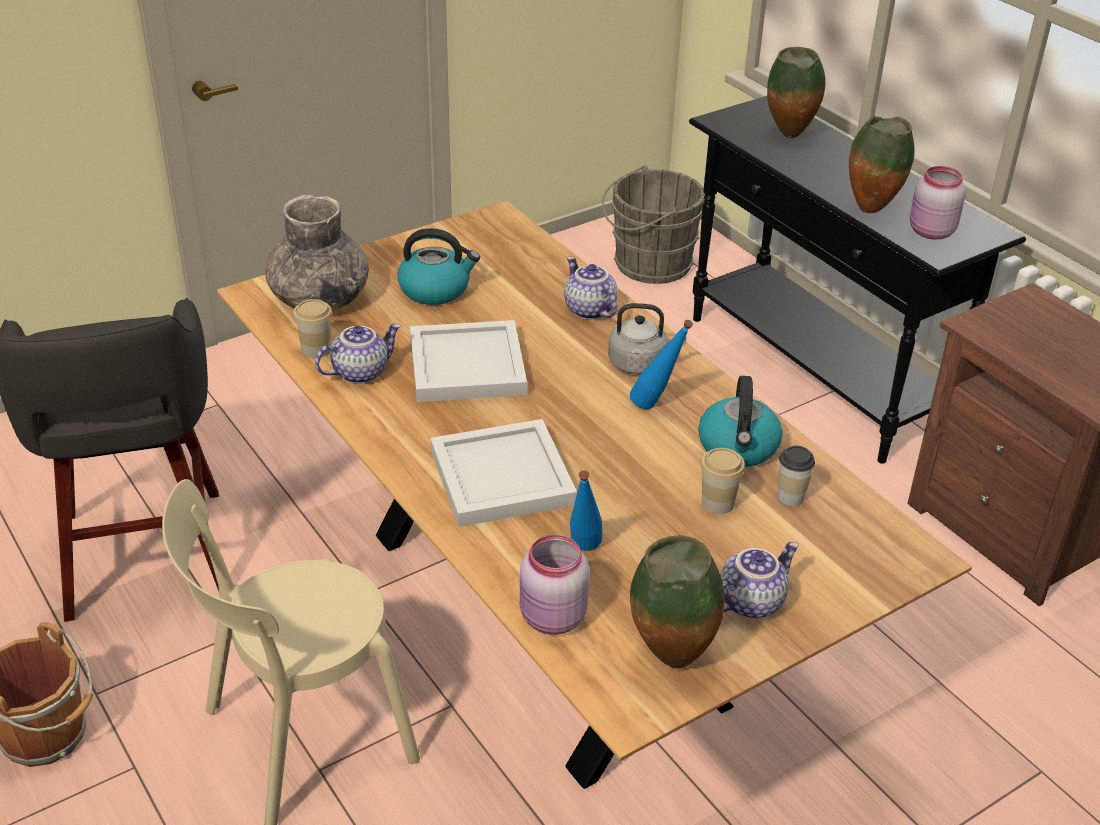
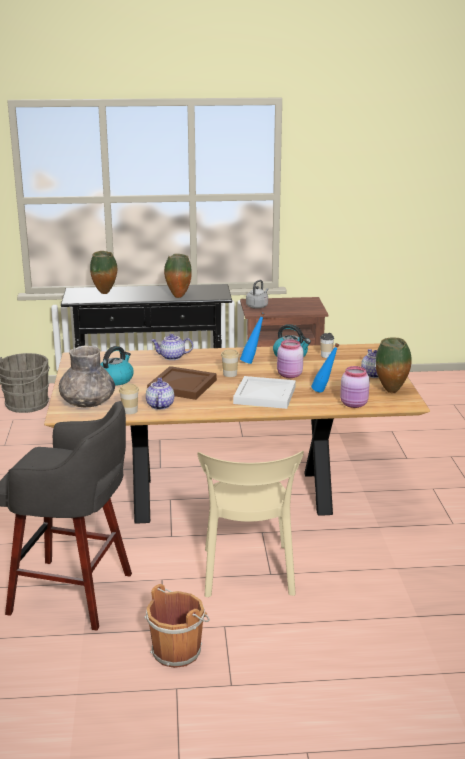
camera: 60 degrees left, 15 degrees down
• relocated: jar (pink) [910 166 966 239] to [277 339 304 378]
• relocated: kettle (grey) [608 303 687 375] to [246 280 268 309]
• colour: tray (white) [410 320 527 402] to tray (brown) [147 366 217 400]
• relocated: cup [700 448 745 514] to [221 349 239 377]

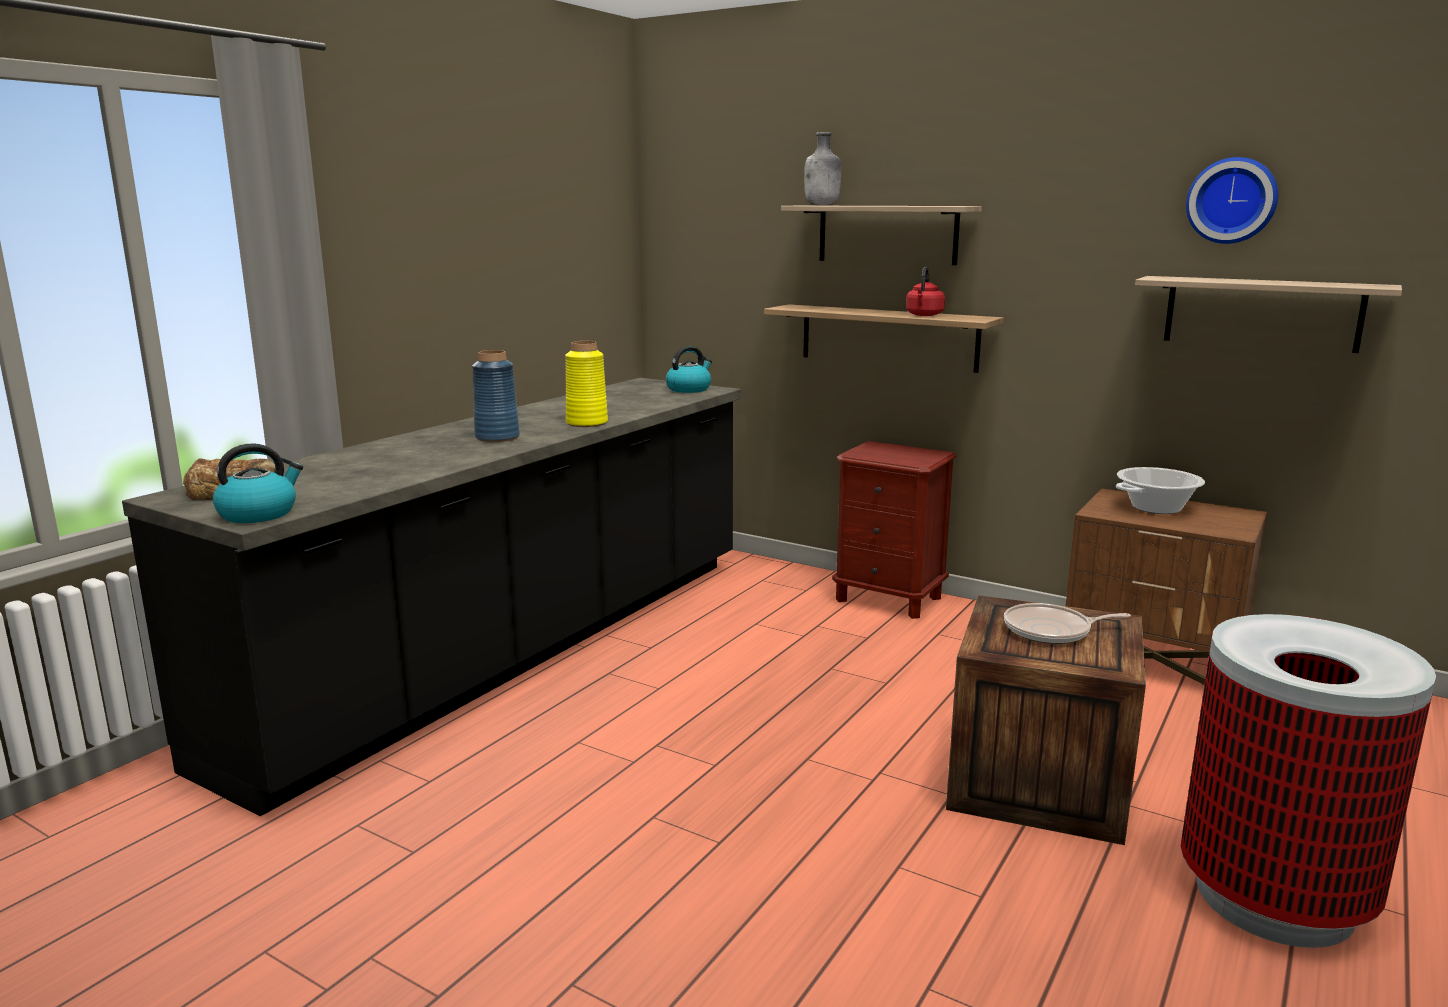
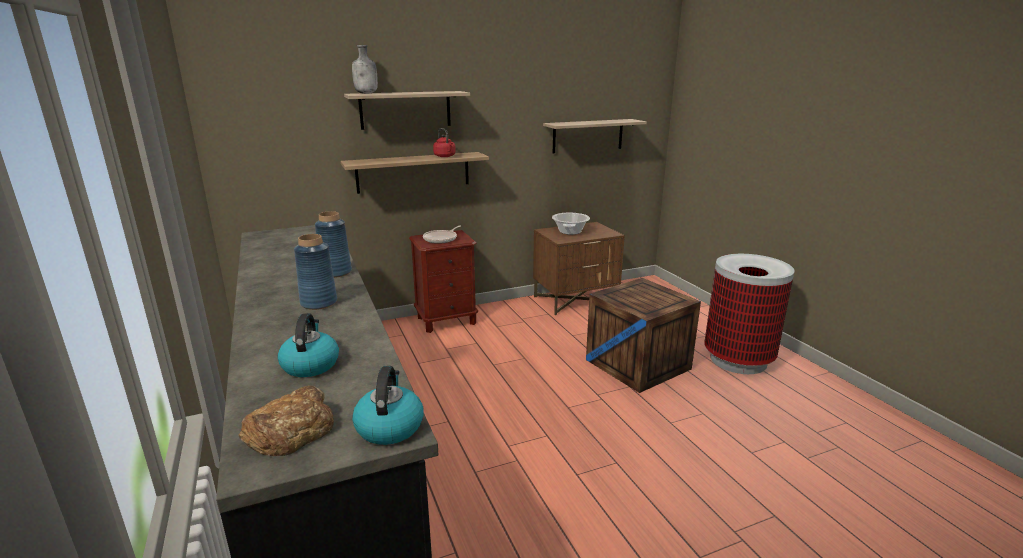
camera: 55 degrees left, 5 degrees up
• missing: wall clock [1186 157 1278 244]
• colour: vase (yellow) [565 341 608 427] to vase (blue) [315 211 352 278]
• relocated: kettle [666 346 712 393] to [278 313 339 377]
• relocated: frying pan [1004 603 1131 644] to [423 225 461 244]

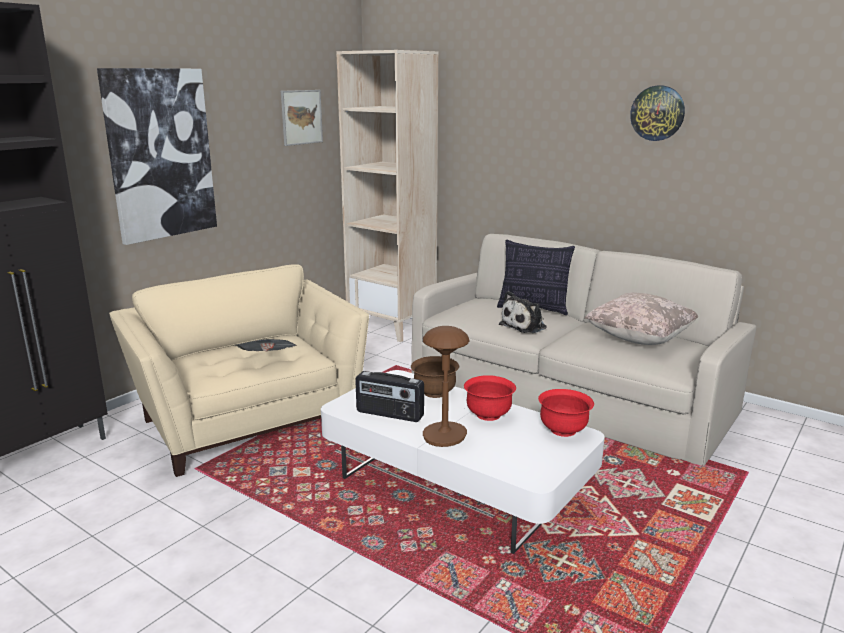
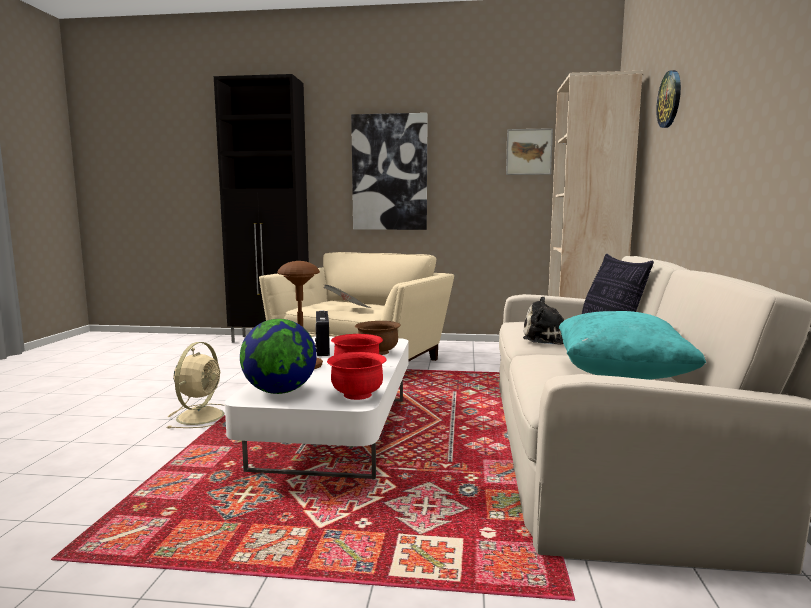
camera: 60 degrees right, 10 degrees down
• relocated: wall clock [630 85 685 141] to [656 70 681 128]
• colour: pillow (beige) [585 293 698 345] to pillow (turquoise) [559 311 706 380]
• appeared: globe [240 319 317 394]
• appeared: fan (beige) [167 342 225 429]

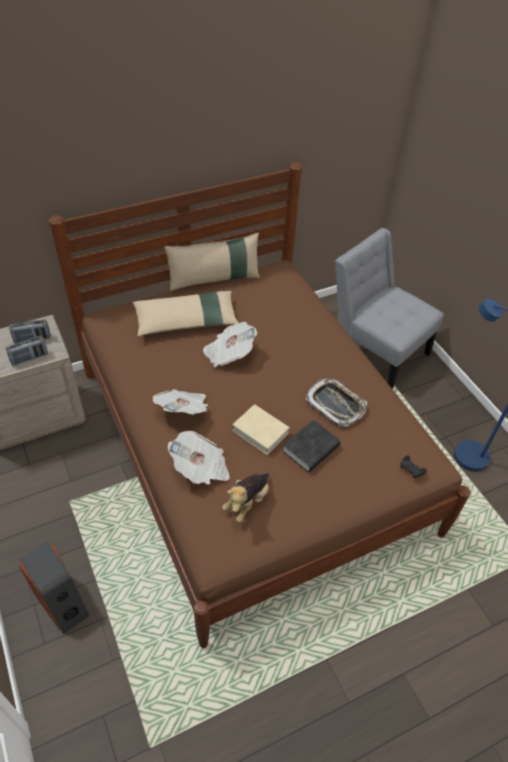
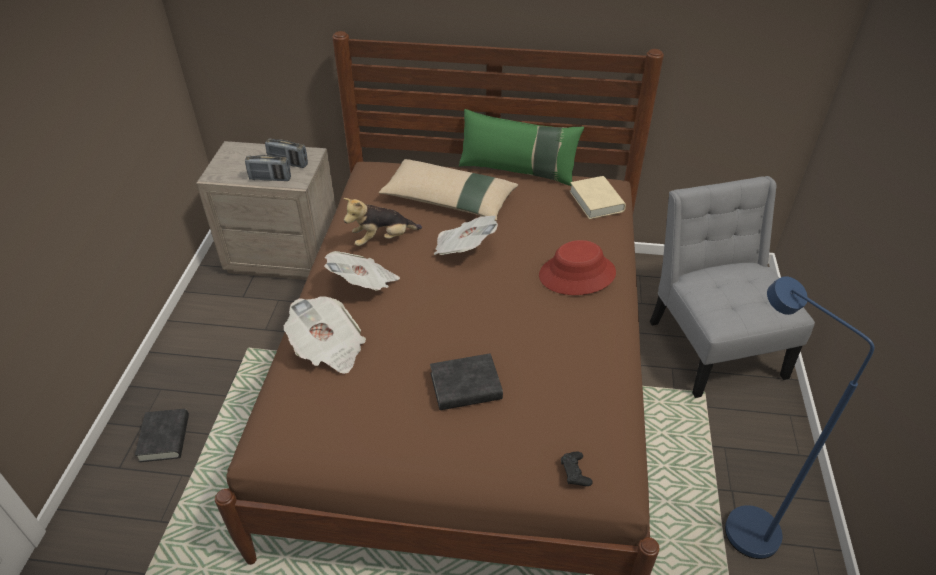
camera: 35 degrees right, 5 degrees down
• colour: pillow (beige) [164 232 260 292] to pillow (green) [459 109 584 186]
• missing: tray [305 378 367 427]
• relocated: book (beige) [232 404 290 455] to [570 176 626 219]
• relocated: plush toy [222 471 269 523] to [344 198 422 246]
• exchanged: speaker [19 541 90 634] to book (black) [135 409 189 462]
• appeared: hat (red) [539 240 616 295]

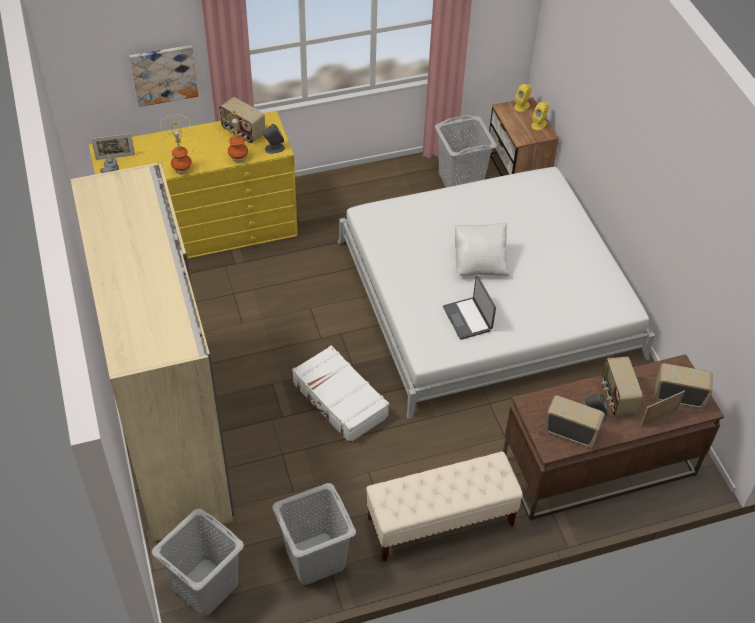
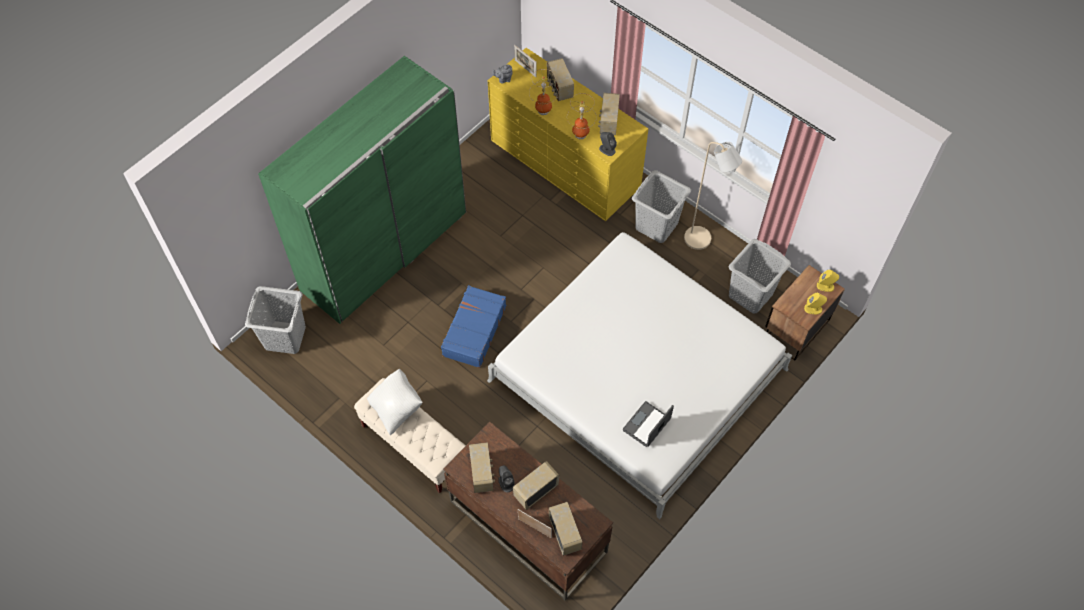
camera: 60 degrees right, 10 degrees up
• missing: picture [129 45 198 107]
• colour: wardrobe (beige) [70 162 234 542] to wardrobe (green) [258 56 466 324]
• relocated: pillow (white) [455 223 509 276] to [367 369 423 435]
• relocated: laptop [443 275 496 340] to [623 401 674 447]
• colour: suitcase (white) [292 345 389 443] to suitcase (blue) [441 285 506 368]
• relocated: laundry basket (grey) [272 483 356 585] to [632 170 691 243]
• appeared: radio [547 58 574 101]
• appeared: floor lamp (beige) [684 142 742 250]

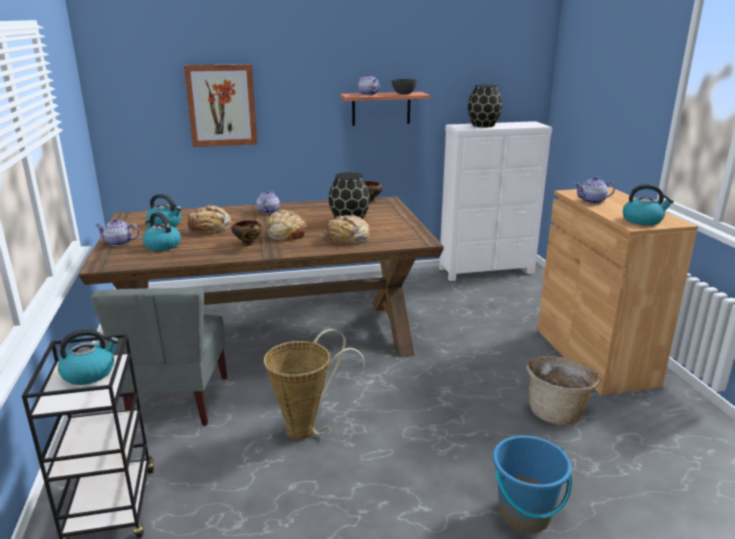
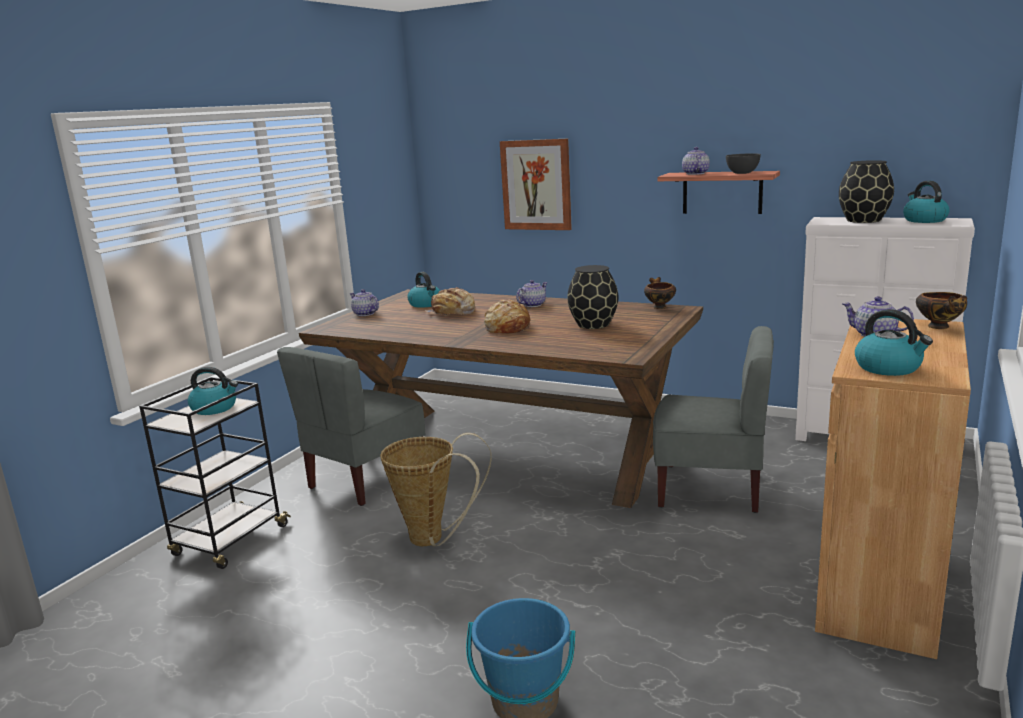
camera: 40 degrees right, 5 degrees down
• relocated: kettle [143 212 181 251] to [903 181 950 223]
• missing: bread [321 215 370 244]
• relocated: bowl [231 220 262 246] to [916 292 967 329]
• missing: basket [526 356 600 425]
• appeared: chair (grey) [653 326 774 513]

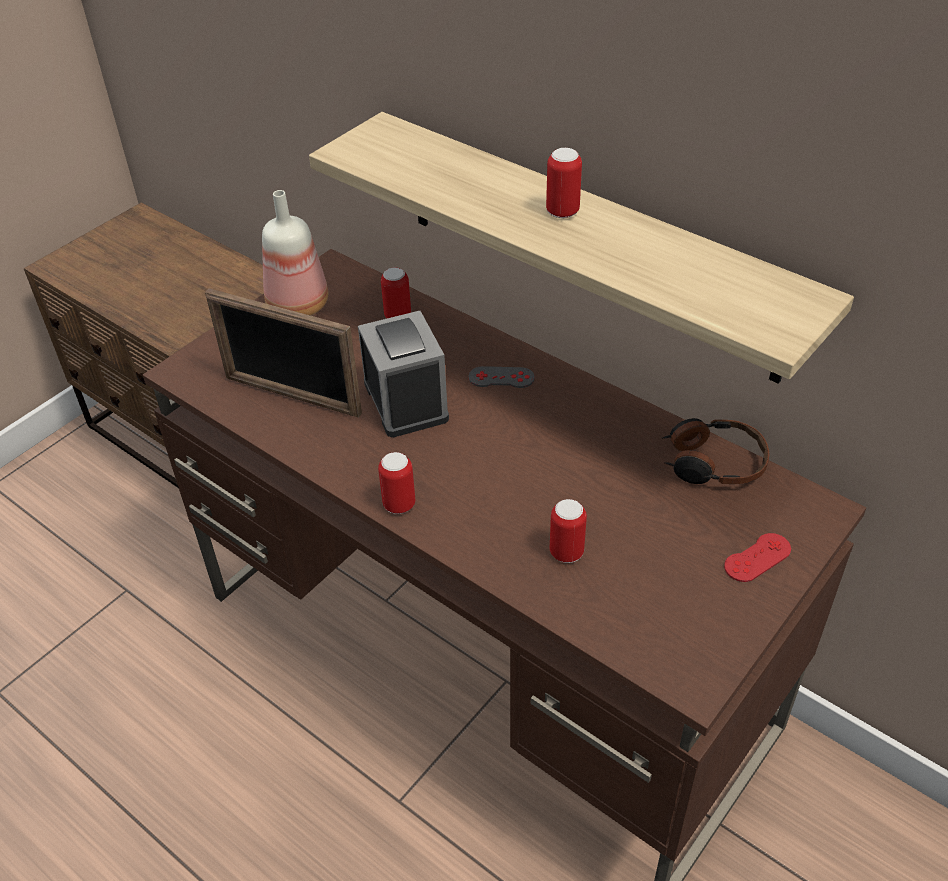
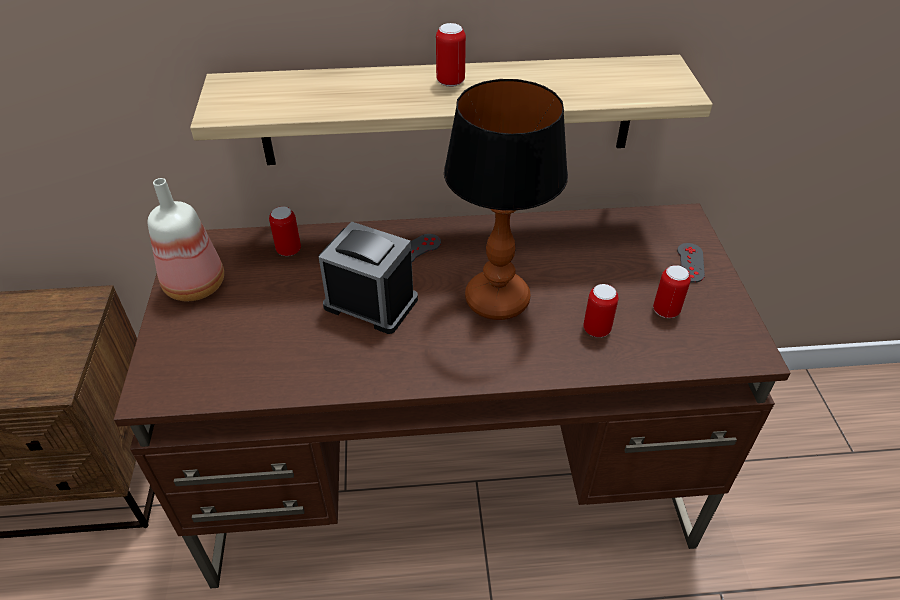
camera: 45 degrees left, 0 degrees up
• missing: picture frame [205 288 362 417]
• missing: headphones [662 418 769 484]
• relocated: can [378 452 415 514] to [653 265 691 318]
• colour: game controller (red) [724 533 791 582] to game controller (grey) [677 243 705 283]
• appeared: table lamp [444 79 568 320]

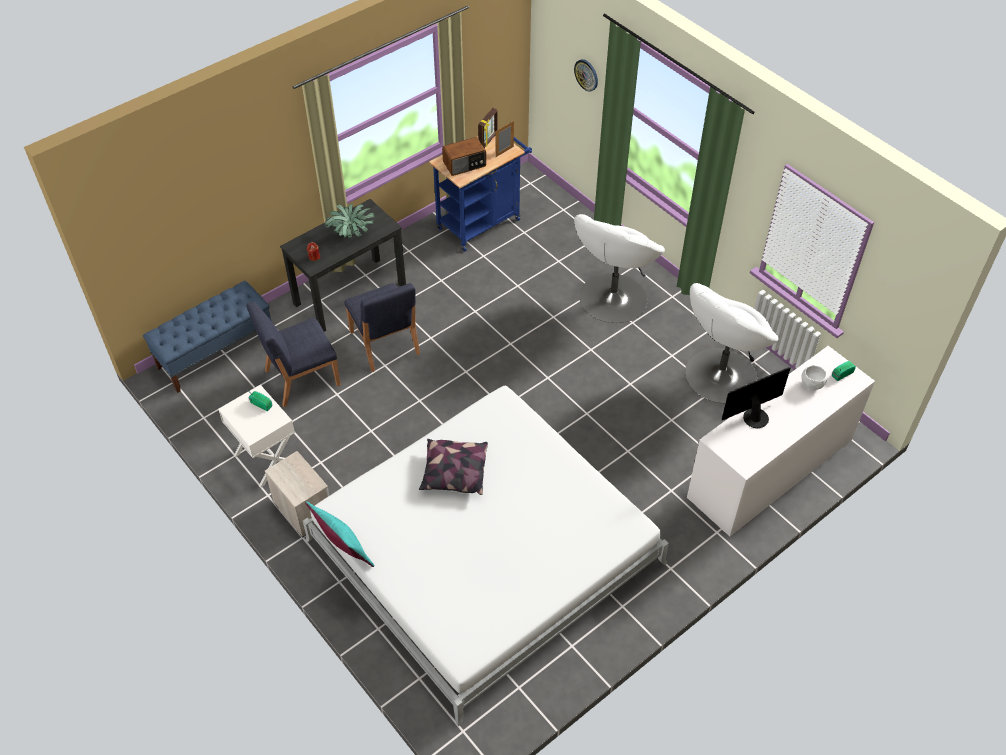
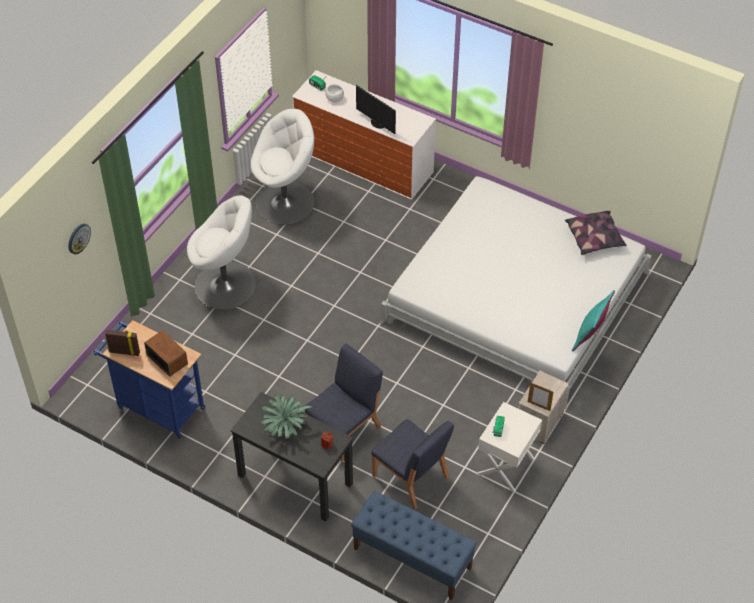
camera: 110 degrees left, 0 degrees up
• relocated: picture frame [495 121 514 157] to [528 382 553 411]
• spun: armchair (white) [685 283 779 403] = [251 109 314 225] 45 degrees counterclockwise
• relocated: pillow [419 439 488 495] to [565 211 627 255]

